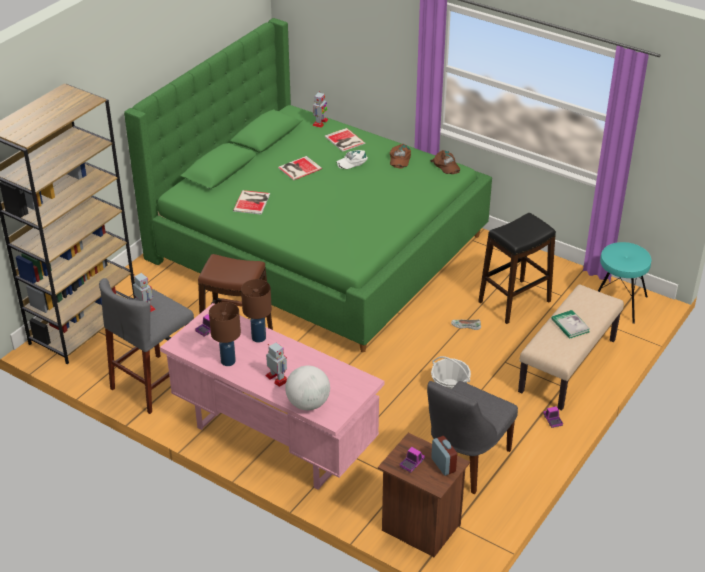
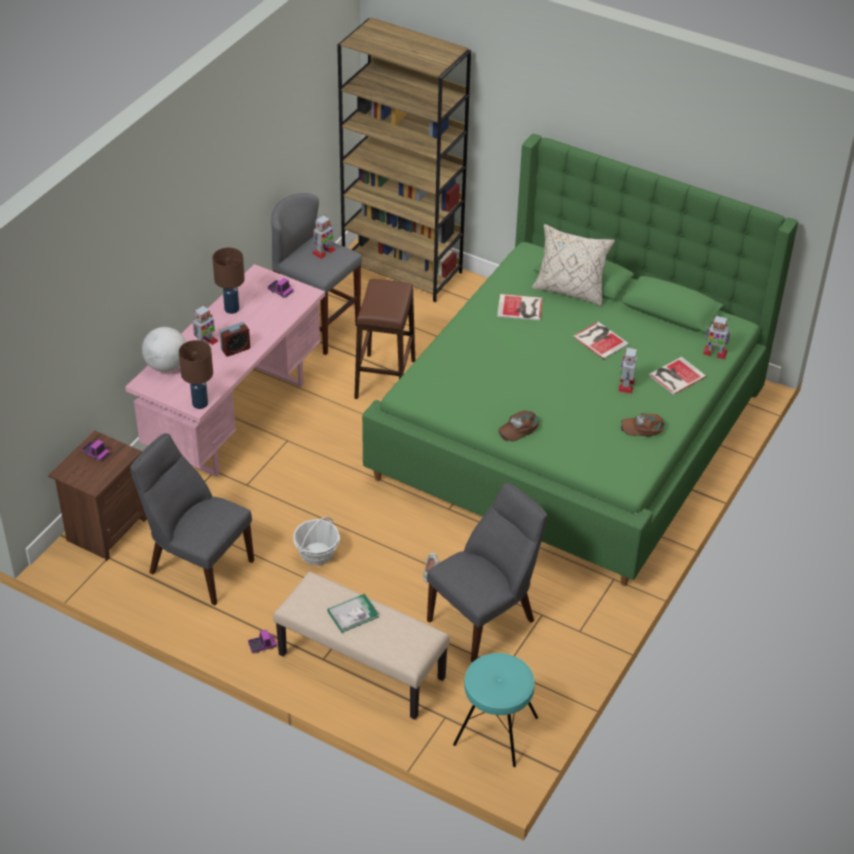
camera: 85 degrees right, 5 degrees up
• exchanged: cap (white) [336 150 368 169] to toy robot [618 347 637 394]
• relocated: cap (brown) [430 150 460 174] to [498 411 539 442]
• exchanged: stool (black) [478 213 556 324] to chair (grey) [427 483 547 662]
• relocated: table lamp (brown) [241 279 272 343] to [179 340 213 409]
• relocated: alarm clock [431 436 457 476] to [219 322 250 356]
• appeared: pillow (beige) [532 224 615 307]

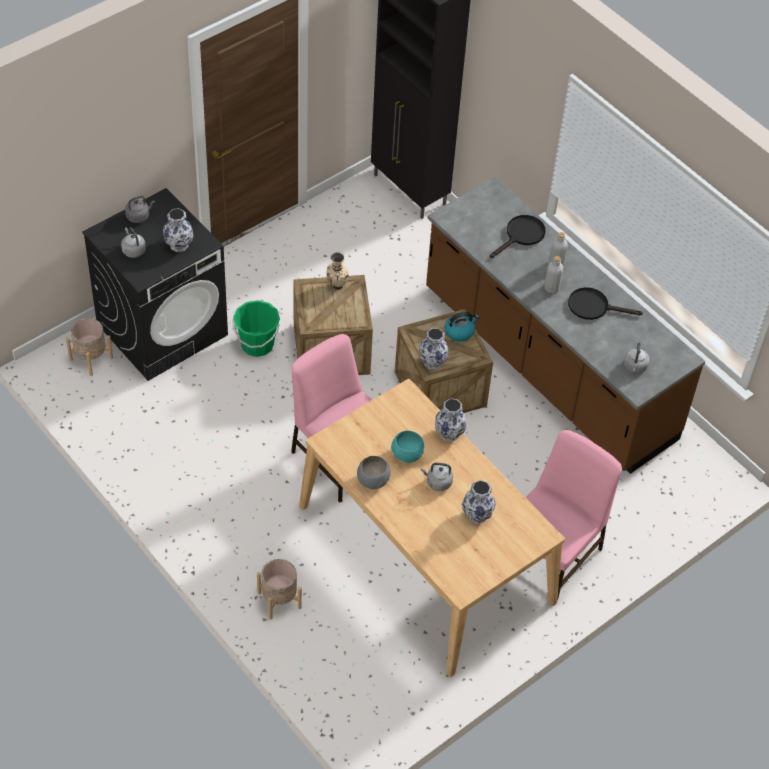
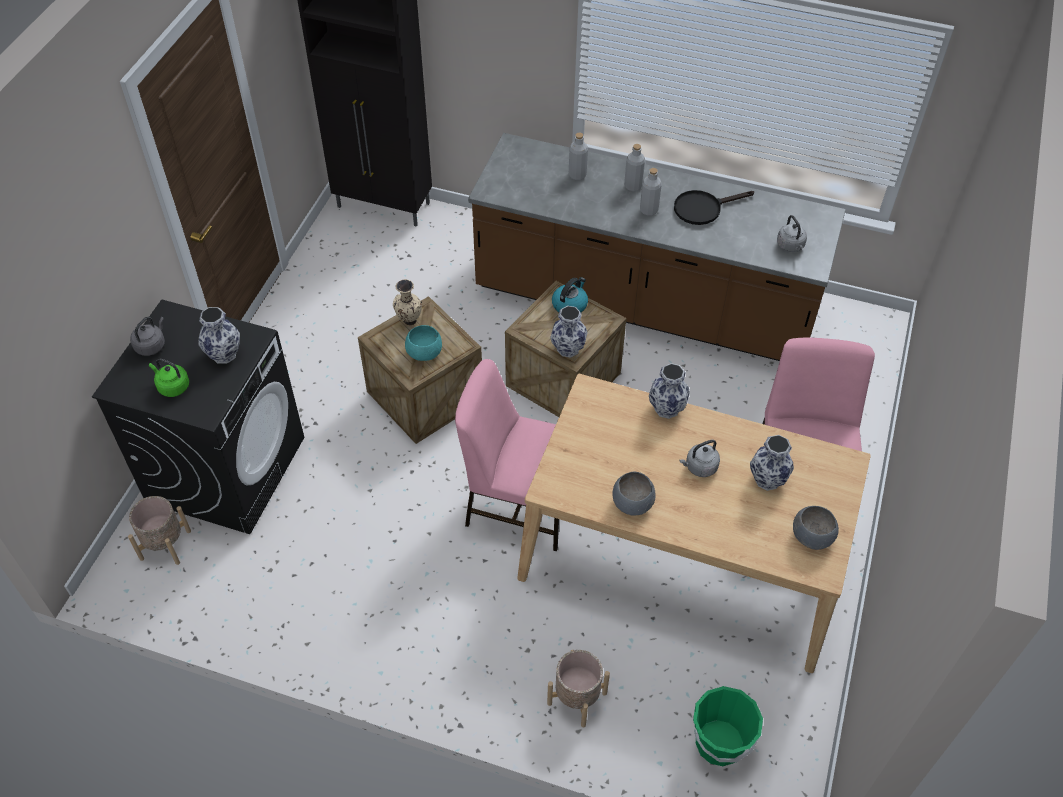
camera: 30 degrees left, 0 degrees up
• exchanged: frying pan (black) [490 215 546 258] to bottle (grey) [569 133 588 180]
• colour: kettle (grey) [121 227 146 258] to kettle (green) [149 359 189 397]
• relocated: bucket (green) [232 300 280 357] to [693 686 763 766]
• relocated: bowl (turquoise) [391 431 424 463] to [405 325 442 361]
• appeared: bowl (grey) [793 506 839 550]

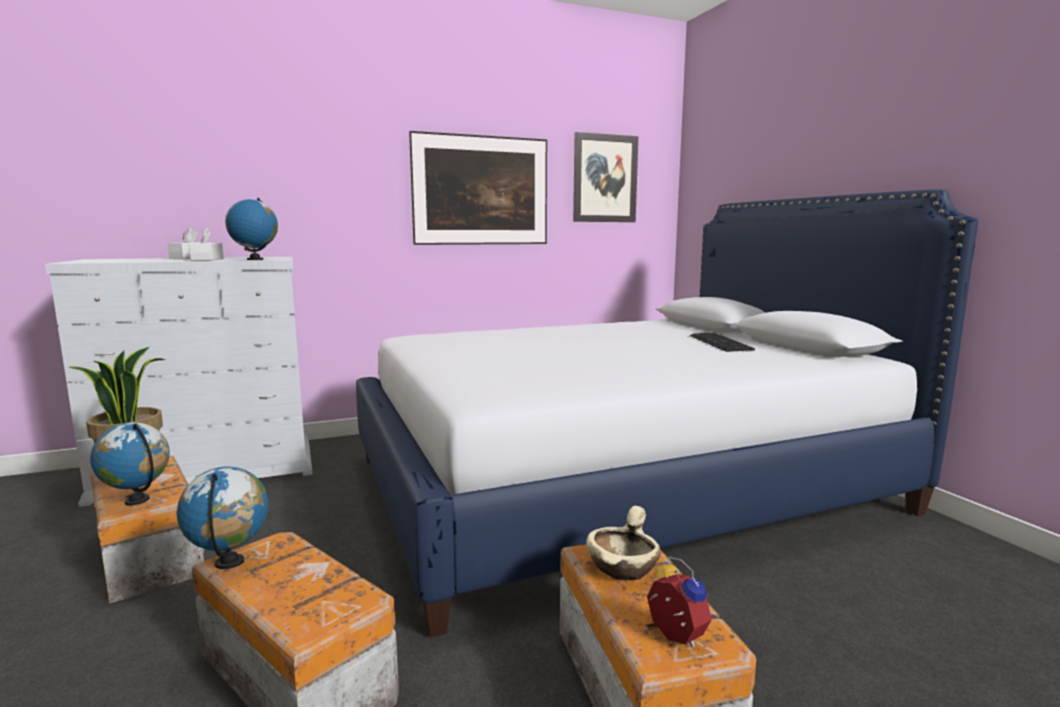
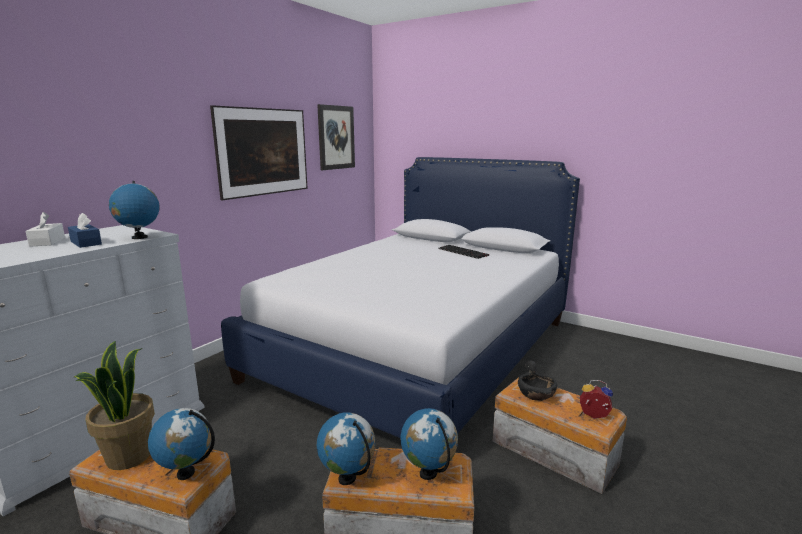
camera: 35 degrees left, 5 degrees up
• colour: tissue box (white) [189 228 224 261] to tissue box (blue) [68 213 102 248]
• colour: bowl (beige) [586 506 661 580] to bowl (black) [518 361 557 401]
• appeared: globe [401 408 458 480]

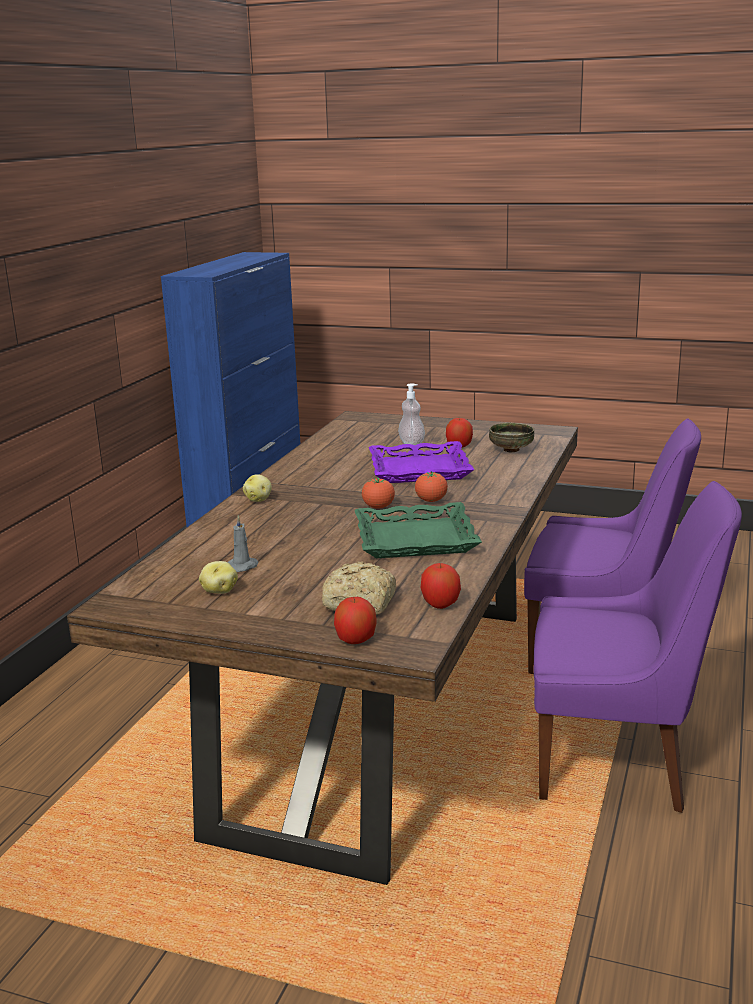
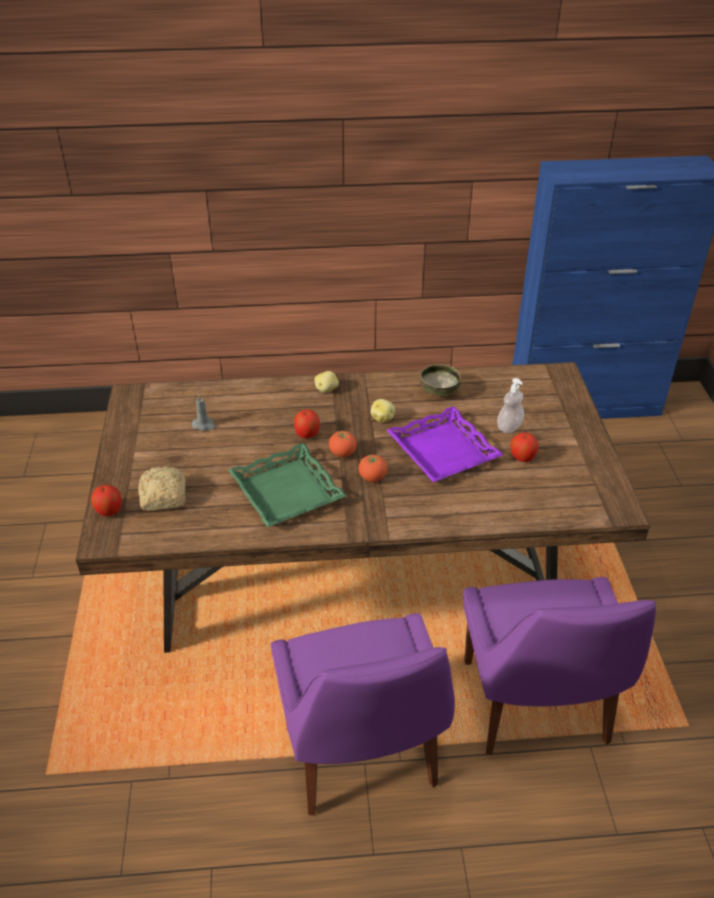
camera: 65 degrees right, 20 degrees up
• relocated: bowl [489 423 534 452] to [420 364 461 396]
• relocated: potato [199 561 238 594] to [371 399 395 423]
• relocated: apple [420 563 461 609] to [294 410 320 438]

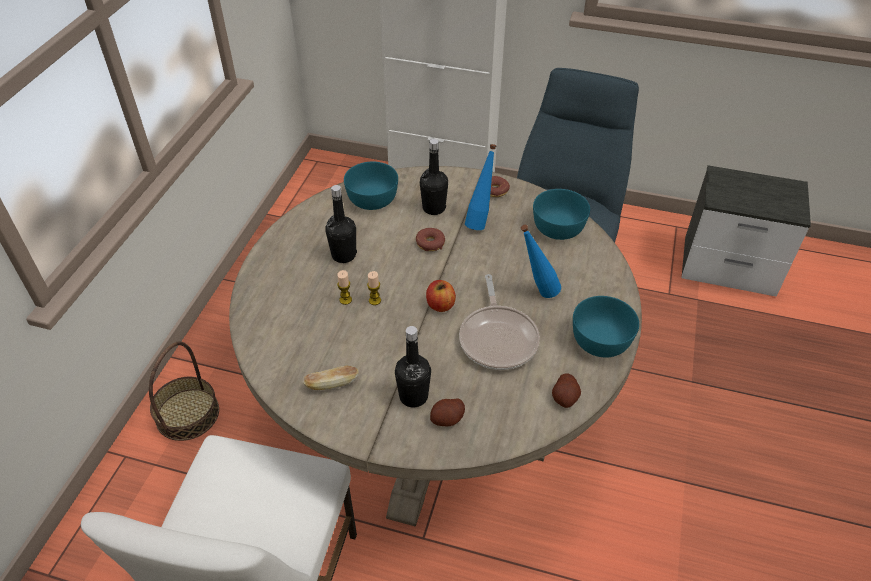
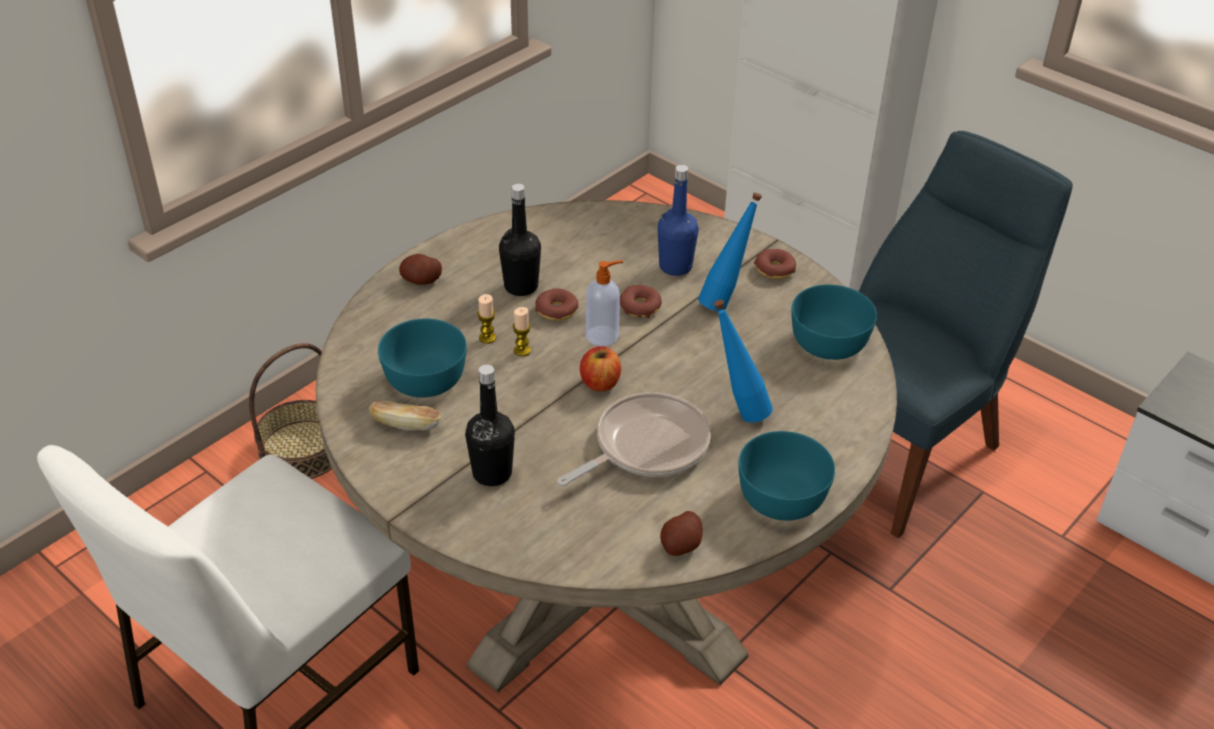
camera: 25 degrees right, 5 degrees down
• colour: bottle (black) [420 139 448 215] to bottle (blue) [657 165 699 276]
• relocated: bowl (turquoise) [344 162 398 210] to [378 318 467 398]
• spun: frying pan [459 274 540 370] = [557 392 711 486] 150 degrees counterclockwise
• relocated: potato [430 398 465 426] to [399 254 442 285]
• appeared: soap dispenser [586 261 623 346]
• appeared: donut [535 288 578 321]

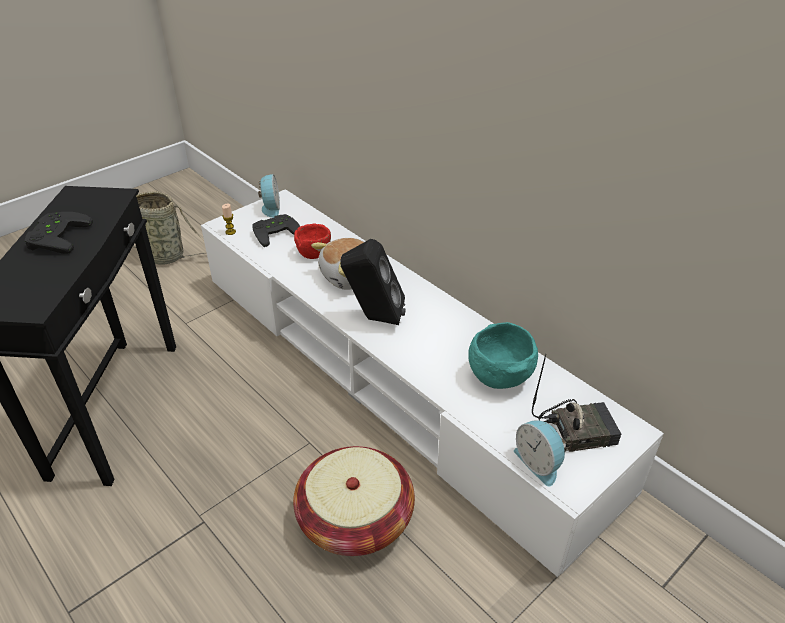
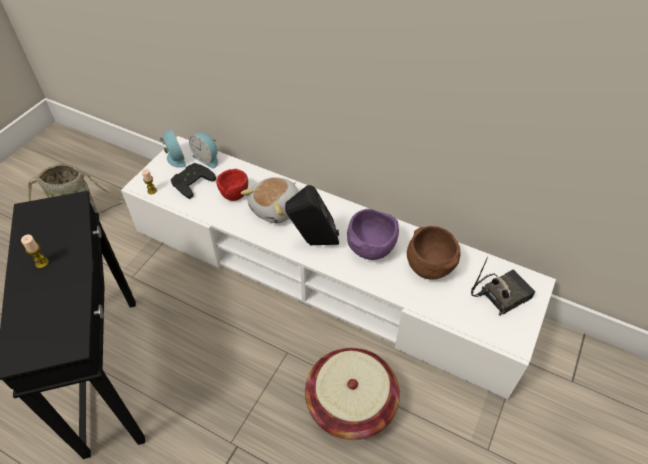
camera: 20 degrees left, 10 degrees up
• exchanged: game controller (black) [25 212 93 254] to candle [21 234 49 268]
• colour: bowl (turquoise) [468 322 538 389] to bowl (brown) [407 226 461 280]
• relocated: alarm clock [514 420 566 486] to [189 133 218 169]
• appeared: bowl (purple) [347 209 399 260]

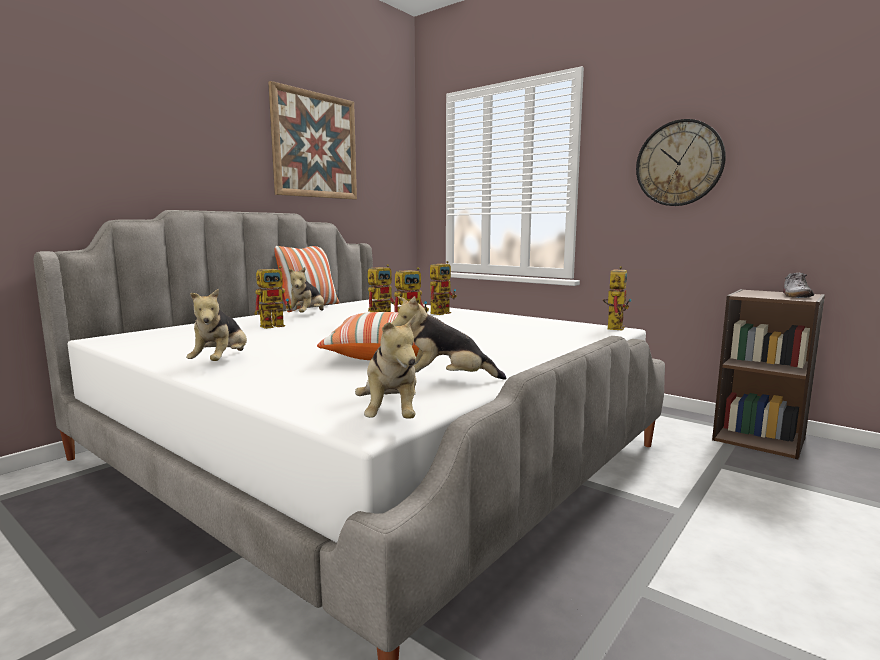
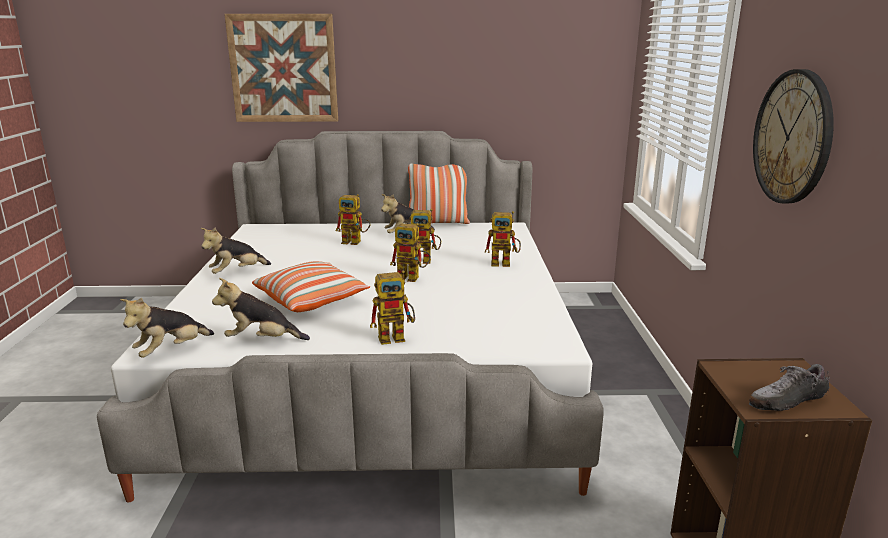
camera: 50 degrees right, 10 degrees up
• relocated: picture [268 81 357 199] to [224 14 338 122]
• relocated: toy robot [603 266 631 331] to [370 270 415 345]
• spun: plush toy [392 296 507 380] = [212 278 310 340] 45 degrees counterclockwise

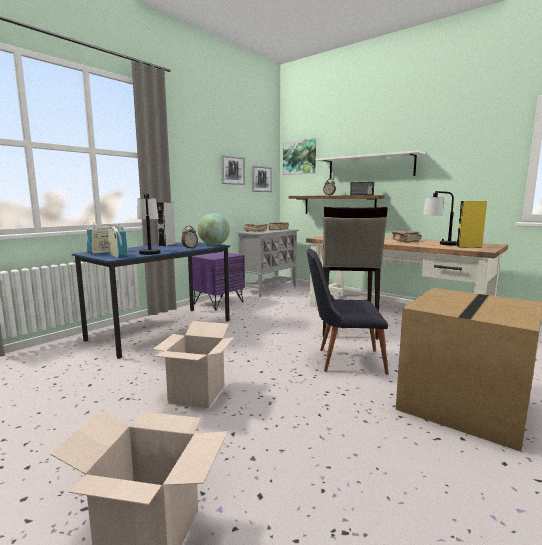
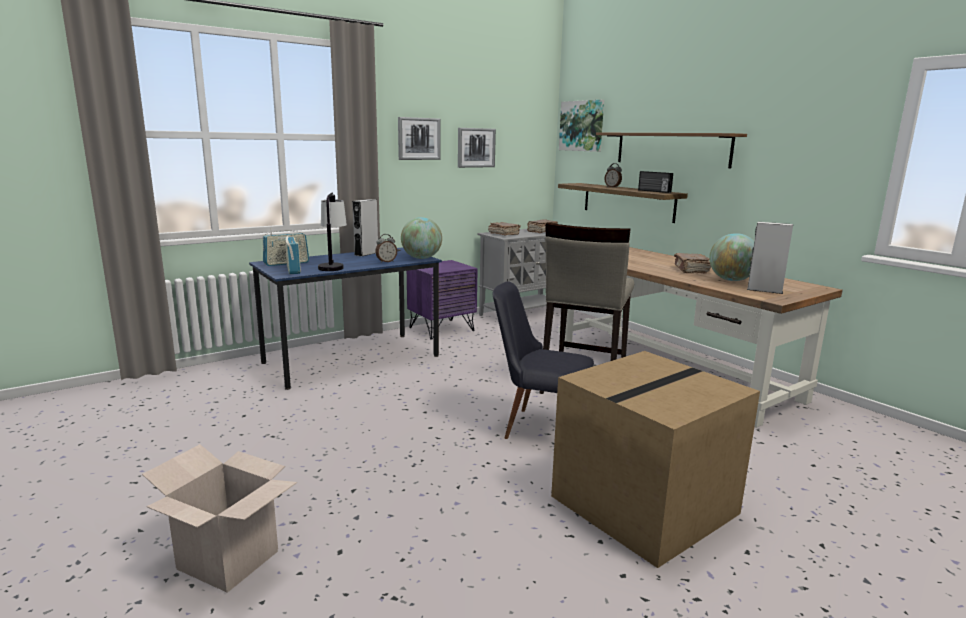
camera: 15 degrees right, 5 degrees up
• colour: shelf (white) [316 150 425 179] to shelf (brown) [596 133 747 168]
• relocated: picture [252 165 272 192] to [398 117 441 160]
• exchanged: table lamp [423 191 457 245] to globe [709 233 754 281]
• colour: speaker (yellow) [456 201 487 248] to speaker (grey) [747 222 793 294]
• missing: cardboard box [153 321 235 408]

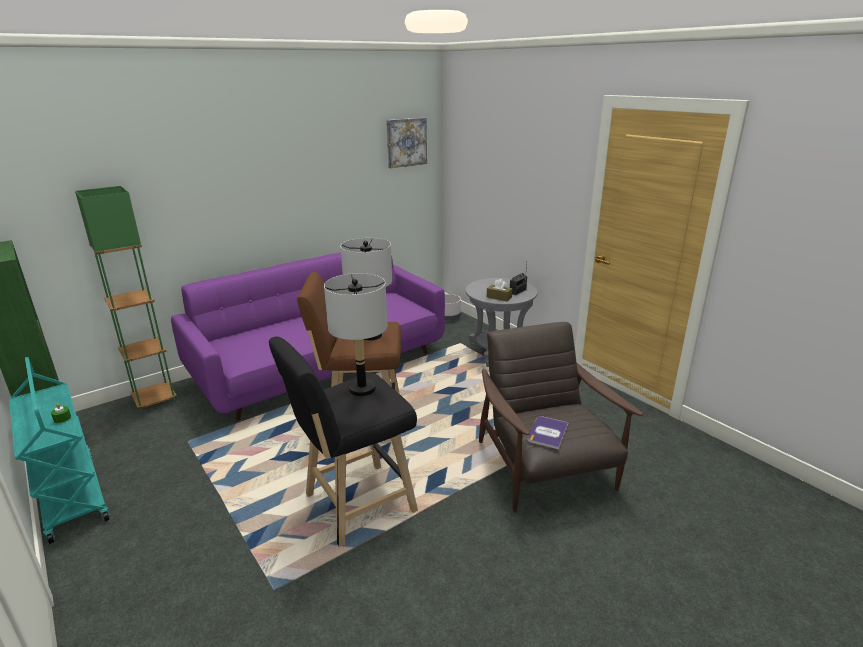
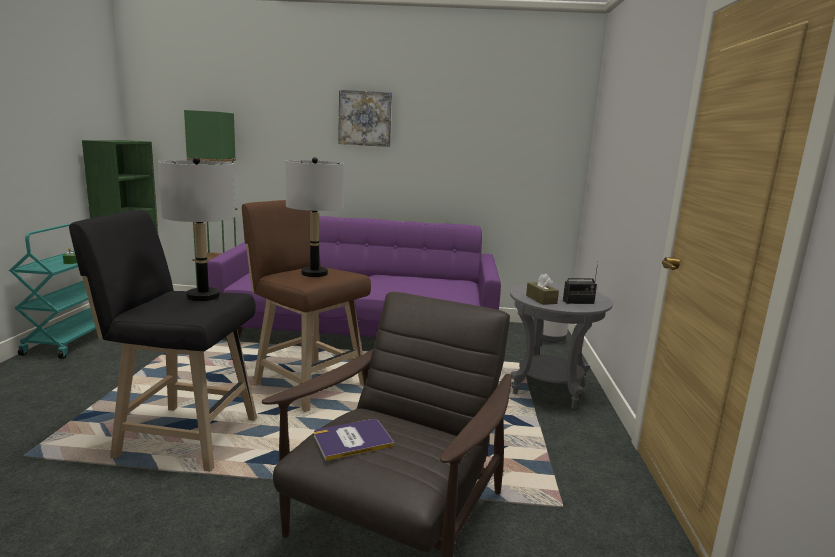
camera: 40 degrees right, 10 degrees down
• relocated: picture [387 117 427 168] to [338 90 392 147]

